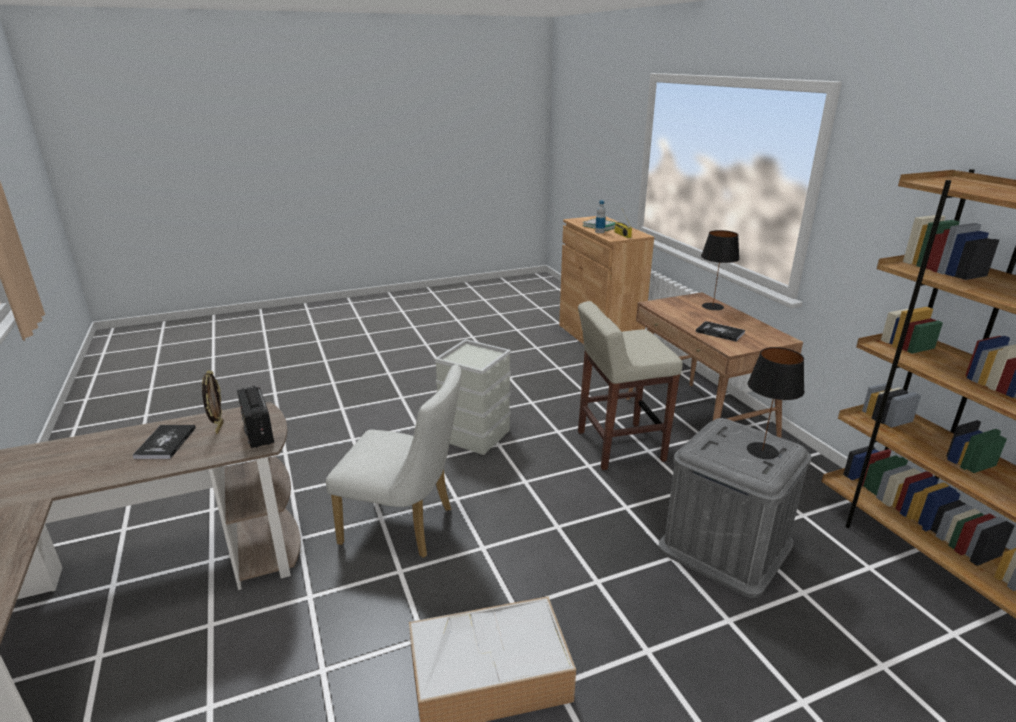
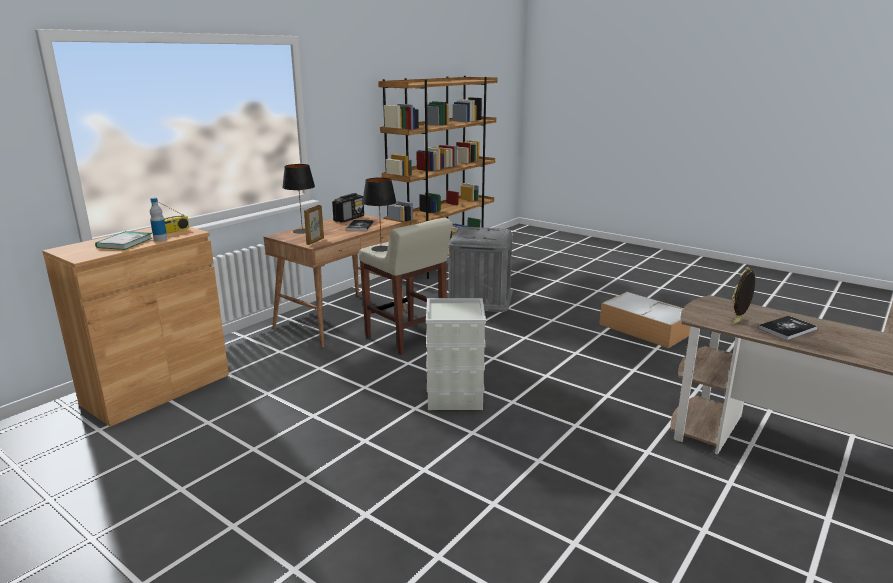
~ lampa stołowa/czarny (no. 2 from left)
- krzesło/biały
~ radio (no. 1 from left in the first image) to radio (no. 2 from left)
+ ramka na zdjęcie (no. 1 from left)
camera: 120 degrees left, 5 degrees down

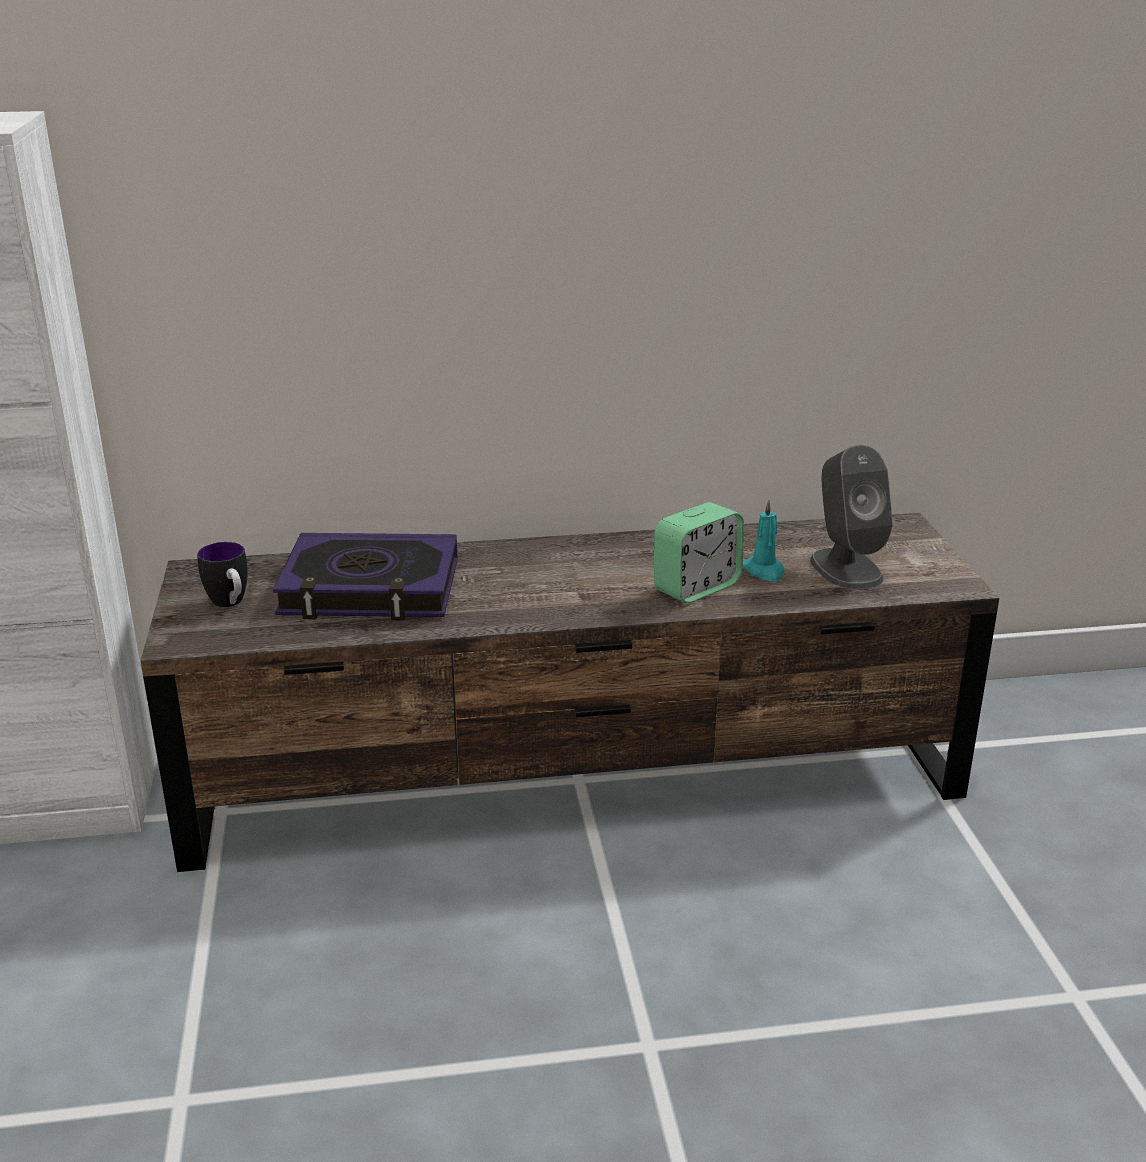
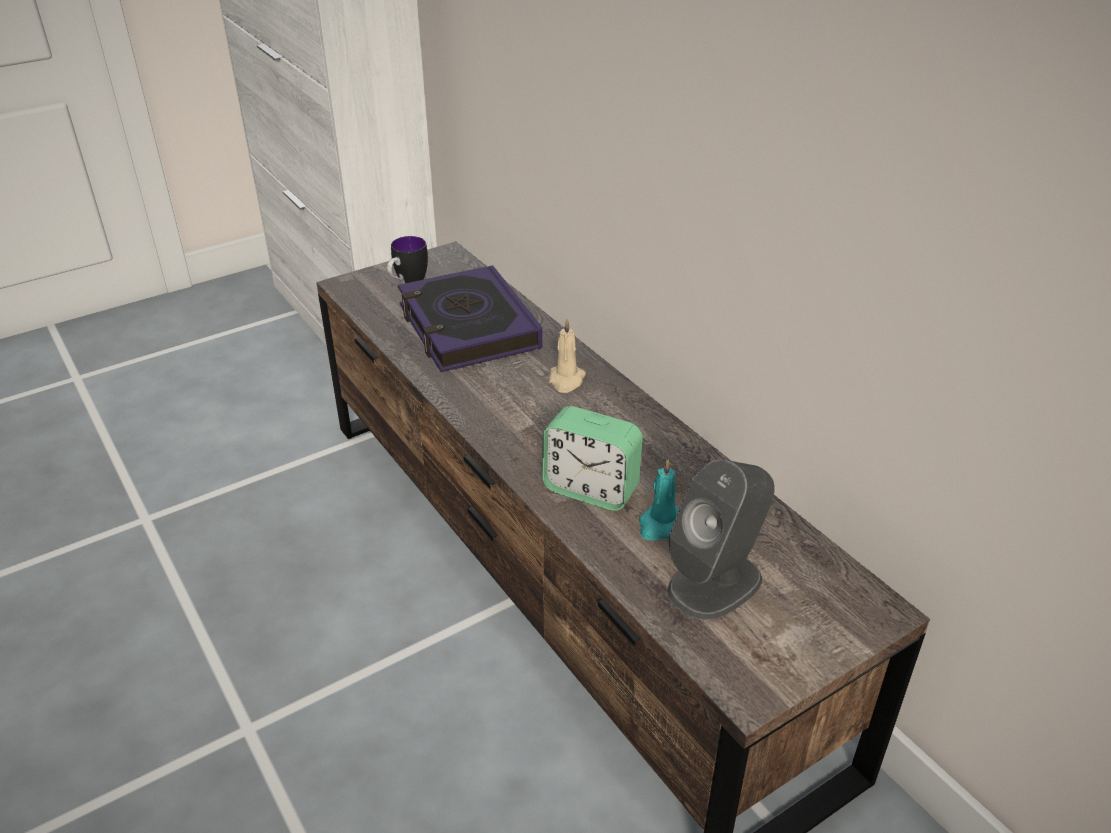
+ świeca/beżowy
camera: 65 degrees right, 10 degrees up

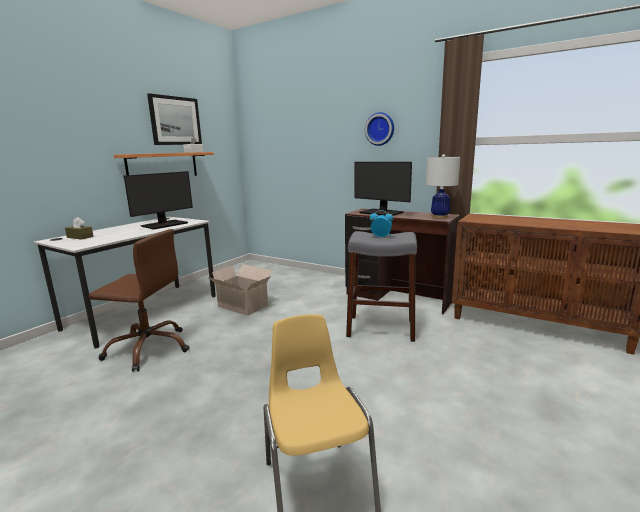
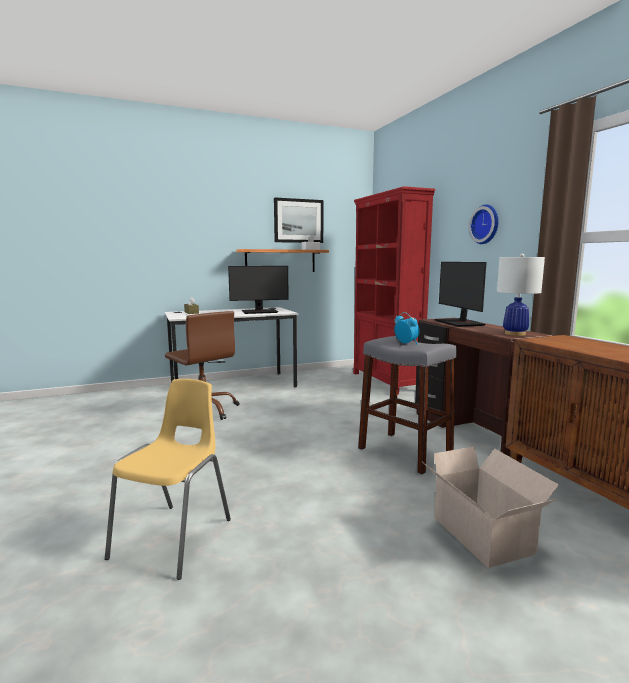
~ karton
+ regał/czerwony
camera: 35 degrees right, 5 degrees down

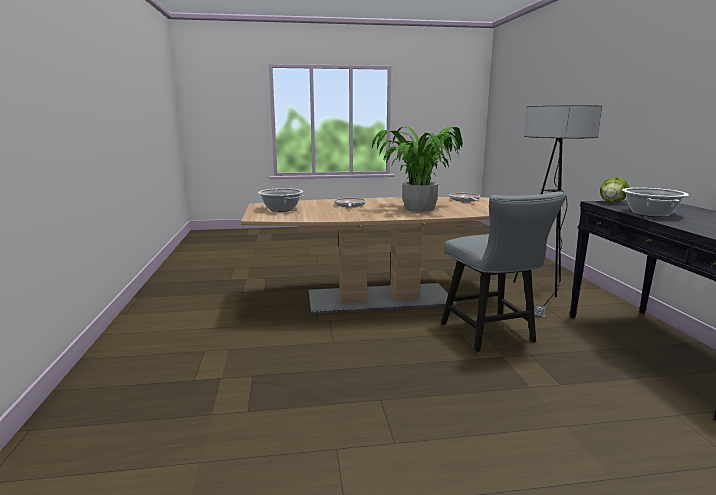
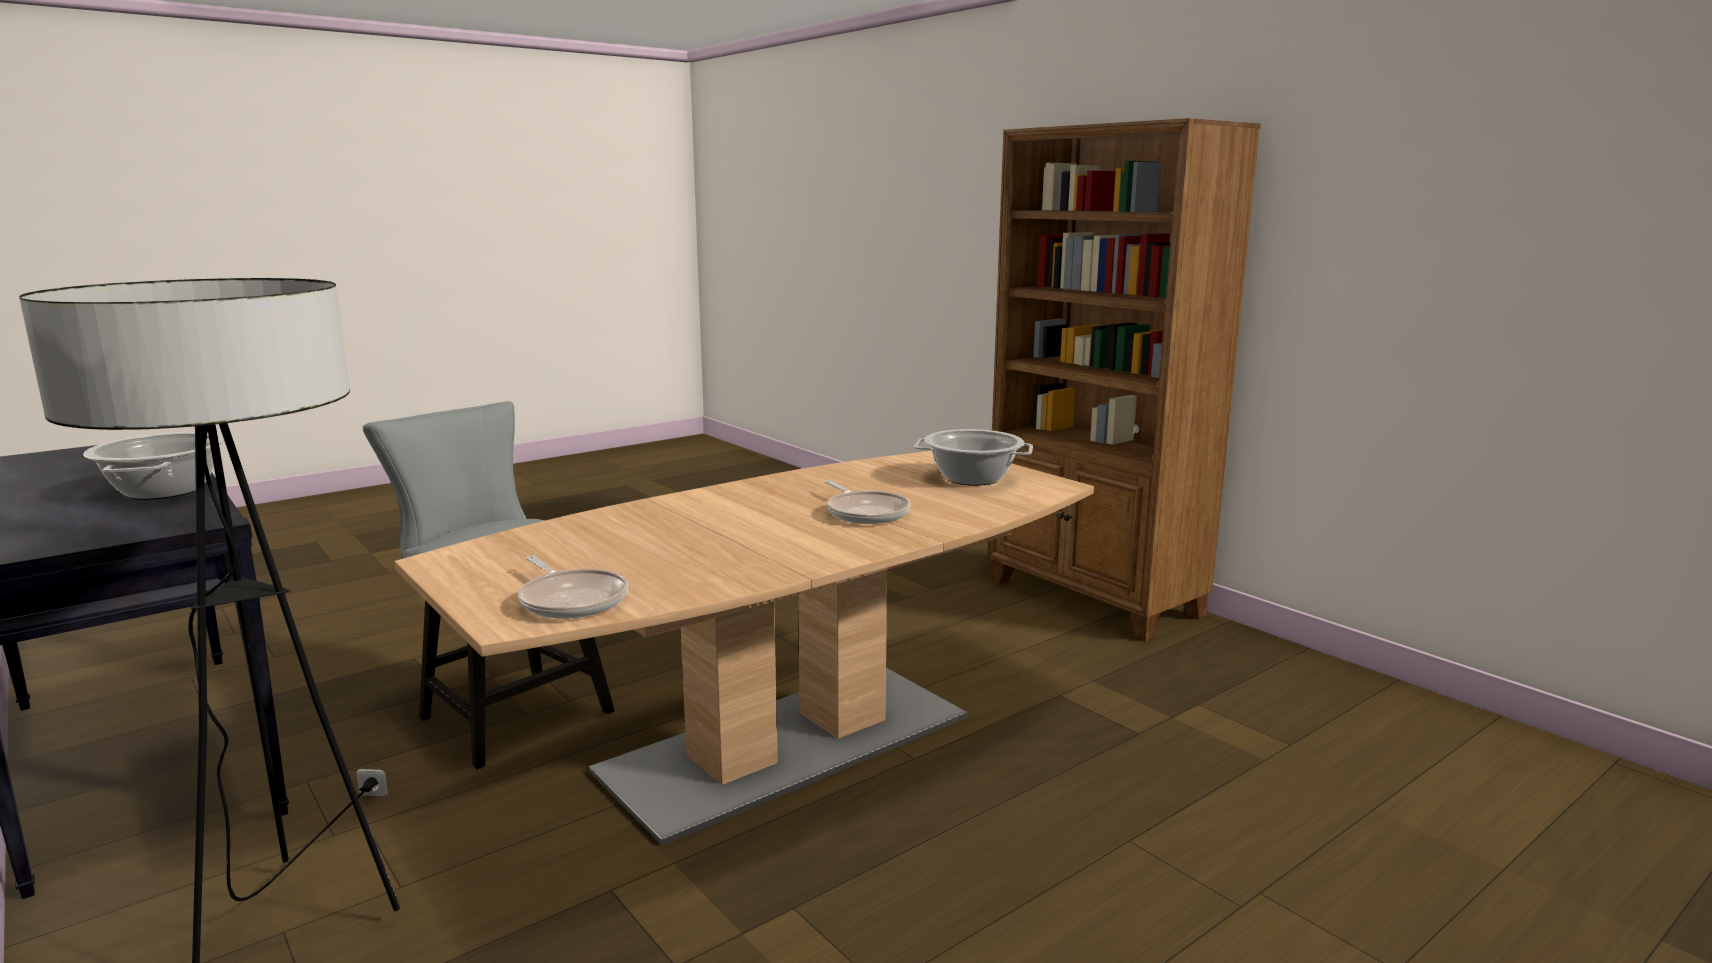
- roślina doniczkowa
- sałata
+ regał/brązowy
camera: 150 degrees right, 0 degrees up

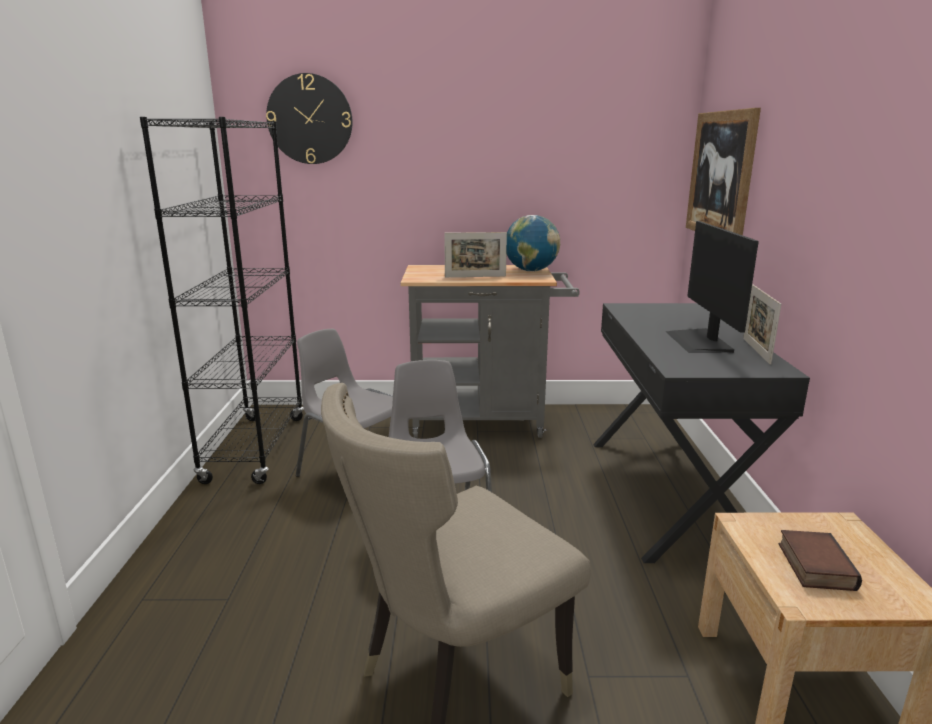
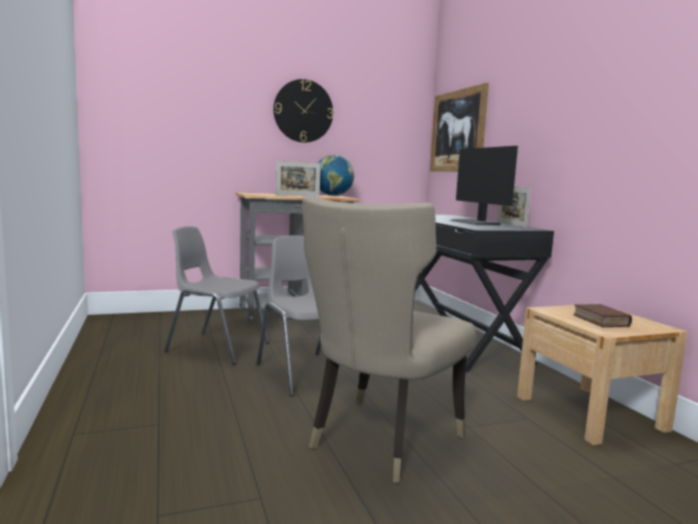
~ zegar ścienny
- regał/czarny
camera: 20 degrees left, 10 degrees down

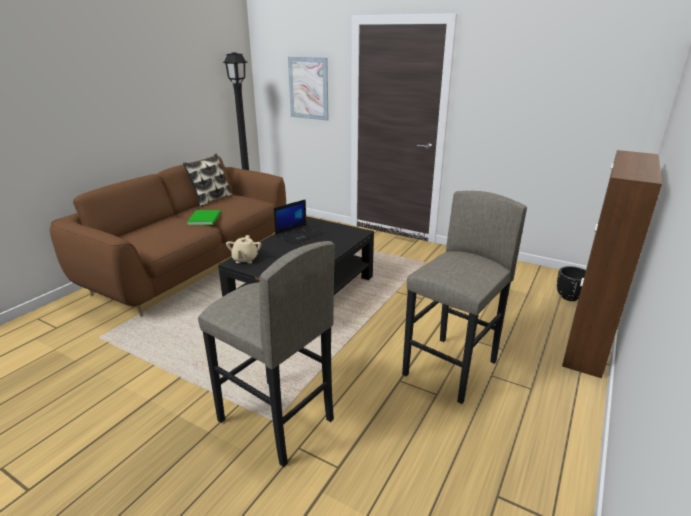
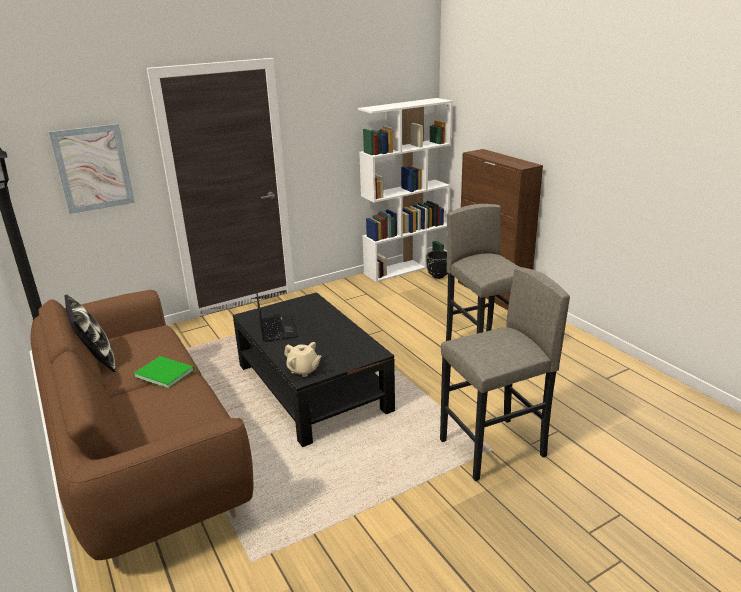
+ regał/biały
camera: 60 degrees left, 0 degrees up

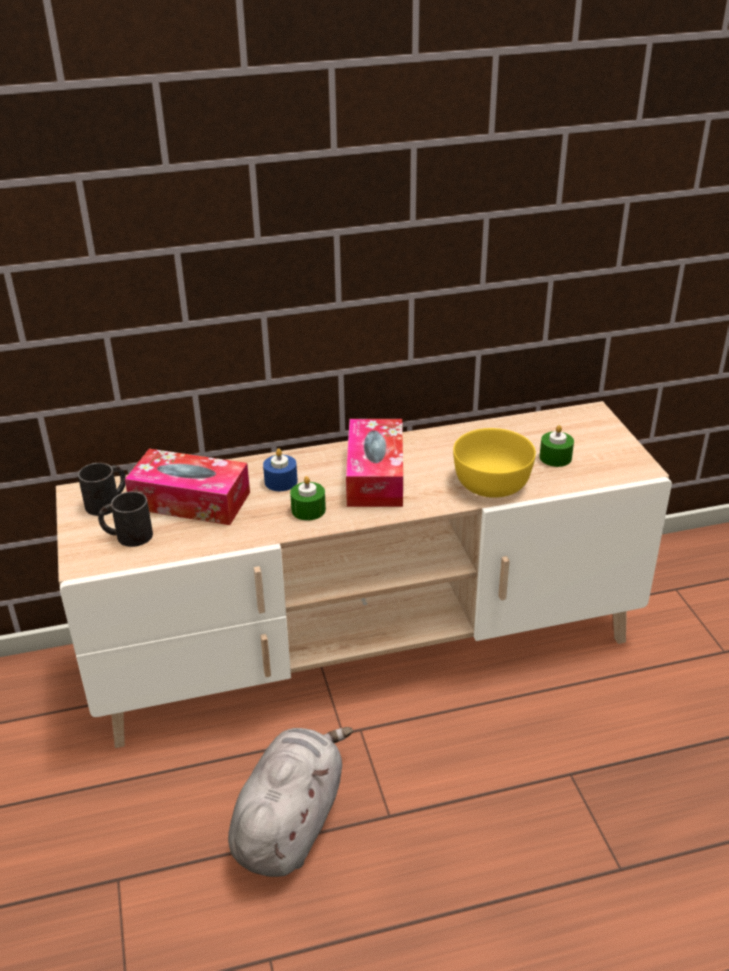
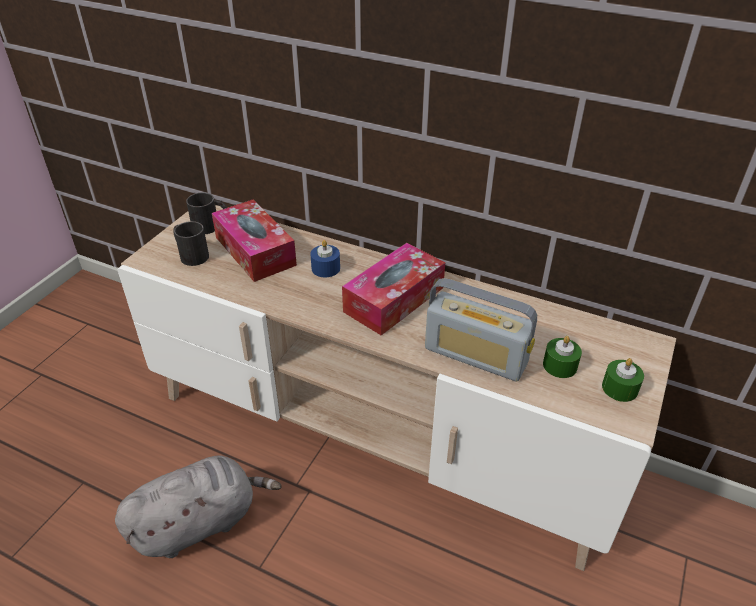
~ miska/żółty to radio
~ świeca/zielony (no. 1 from left in the first image) to świeca/zielony (no. 2 from left)
camera: 40 degrees right, 5 degrees up

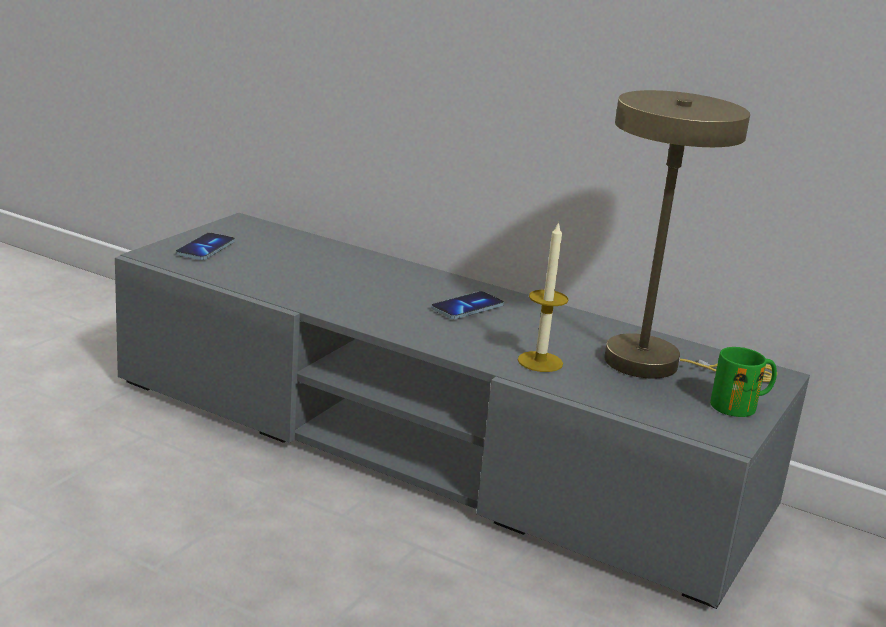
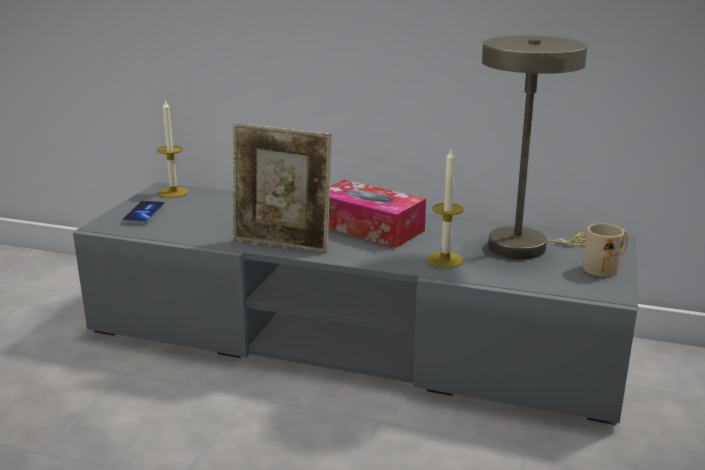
~ telefon (no. 2 from left) to pudełko chusteczek
~ kubek/zielony to kubek/beżowy
+ świeca (no. 1 from left)
+ ramka na zdjęcie
camera: 10 degrees left, 0 degrees up

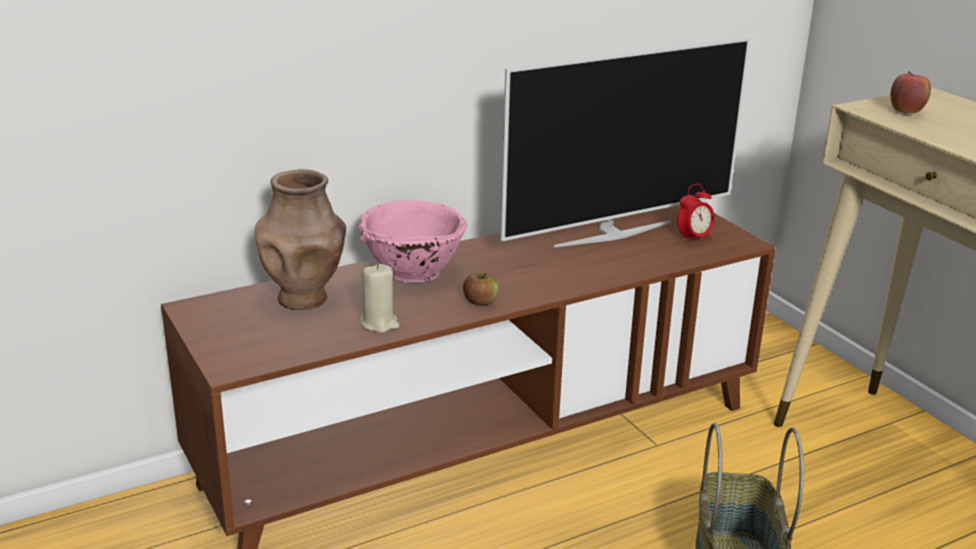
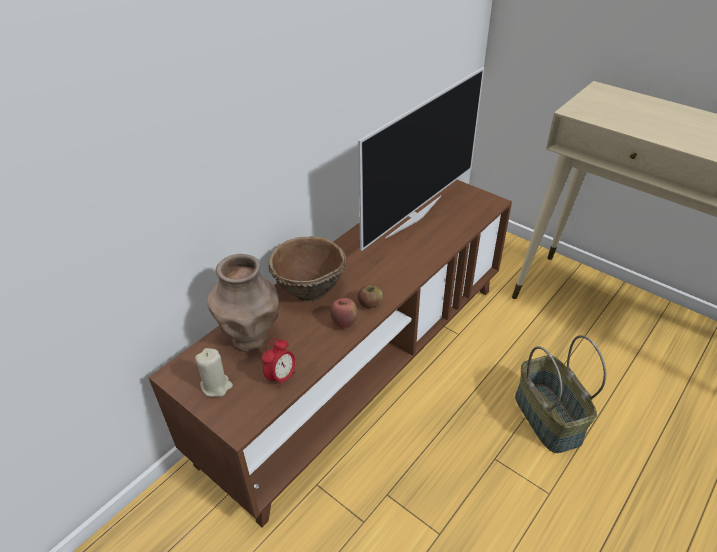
~ jabłko (no. 2 from left in the first image) to jabłko (no. 1 from left)
~ budzik
~ miska/różowy to miska/brązowy
~ świeca/beżowy
camera: 20 degrees left, 15 degrees up

